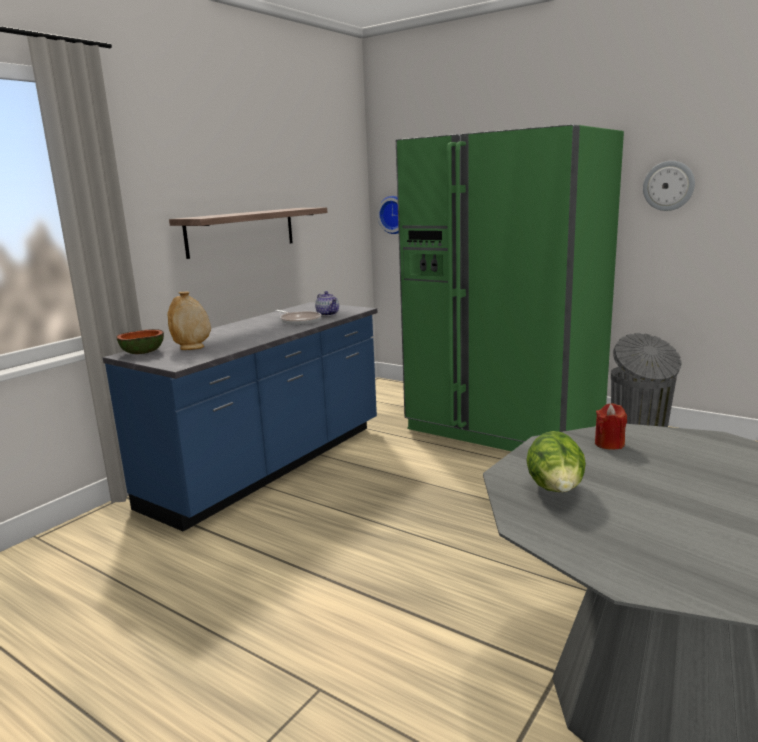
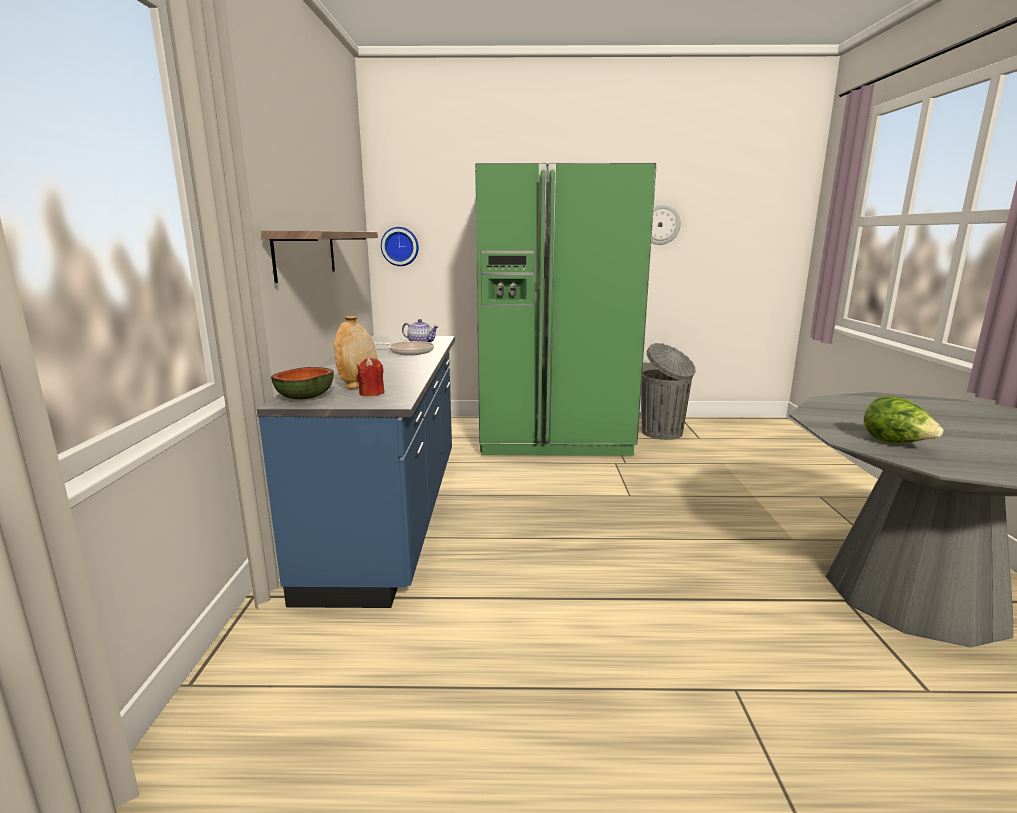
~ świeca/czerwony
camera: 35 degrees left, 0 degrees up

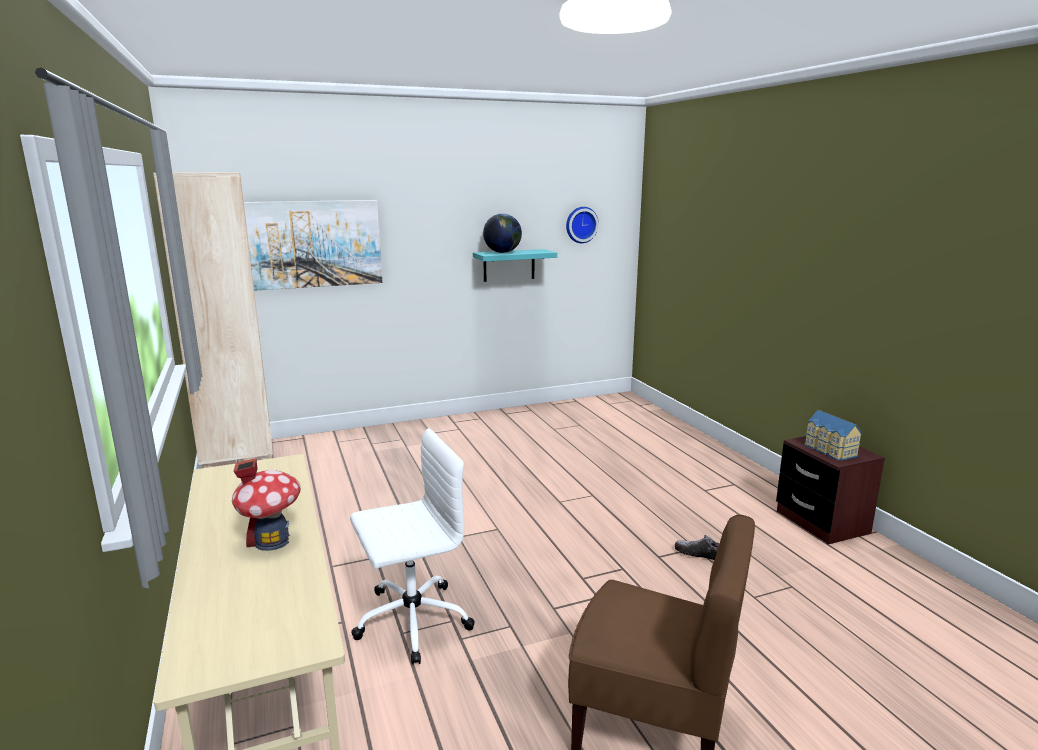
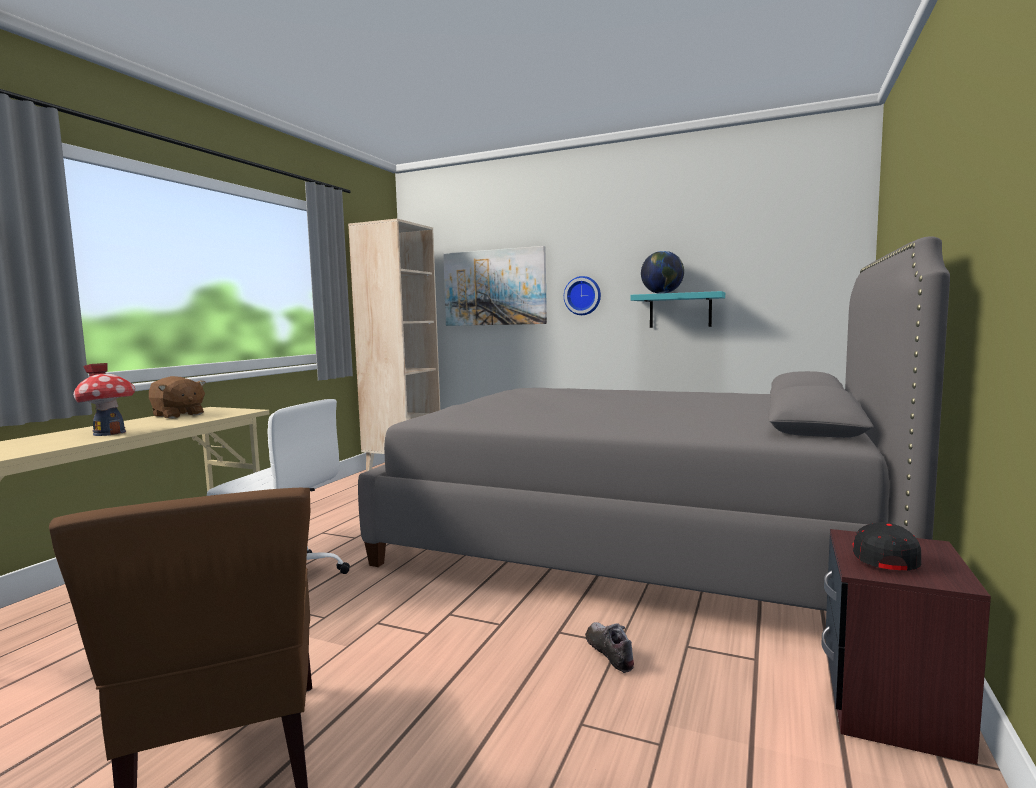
~ zegar ścienny
~ domek (no. 2 from left) to czapka z daszkiem/czarny
+ łóżko/szary
+ pluszak/brązowy
camera: 45 degrees right, 10 degrees down

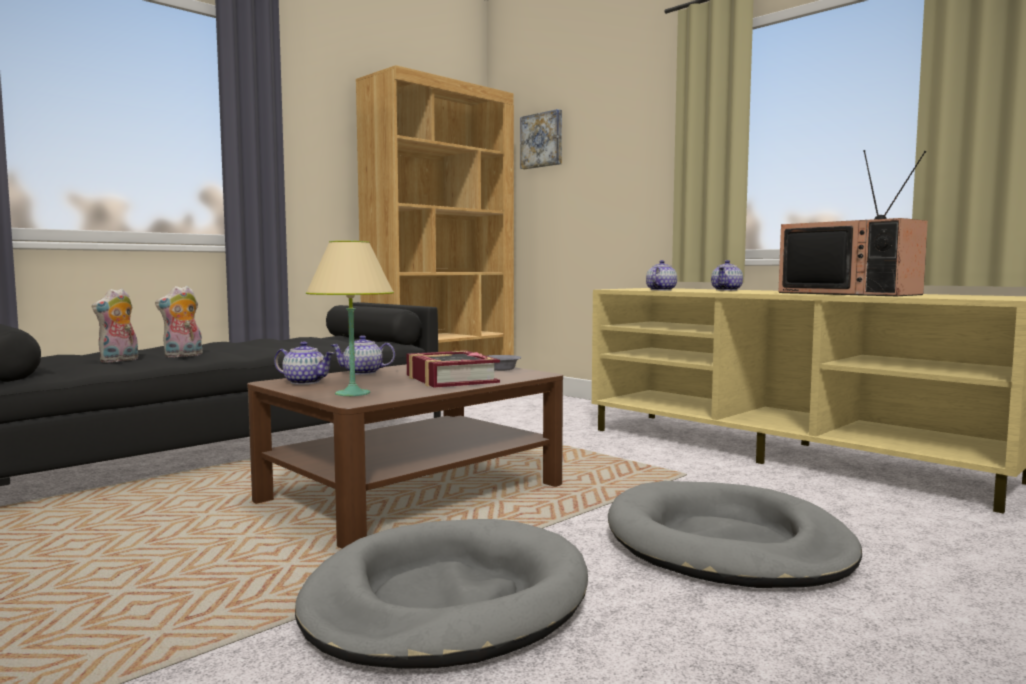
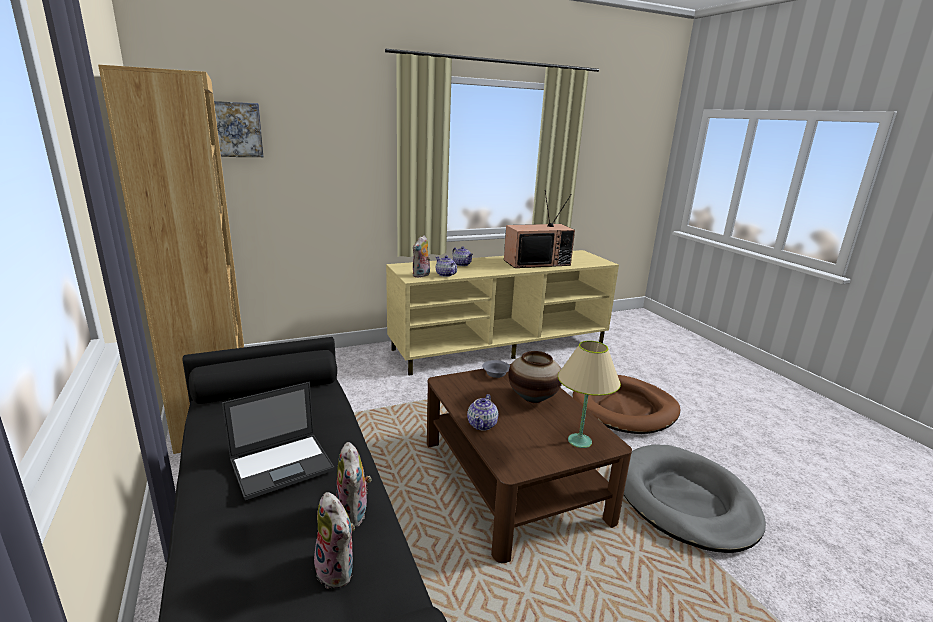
- imbryk (no. 1 from left)
~ książka to wazon
~ legowisko/szary (no. 2 from left) to legowisko/brązowy
+ pluszak (no. 3 from left)
+ laptop
camera: 70 degrees left, 15 degrees up

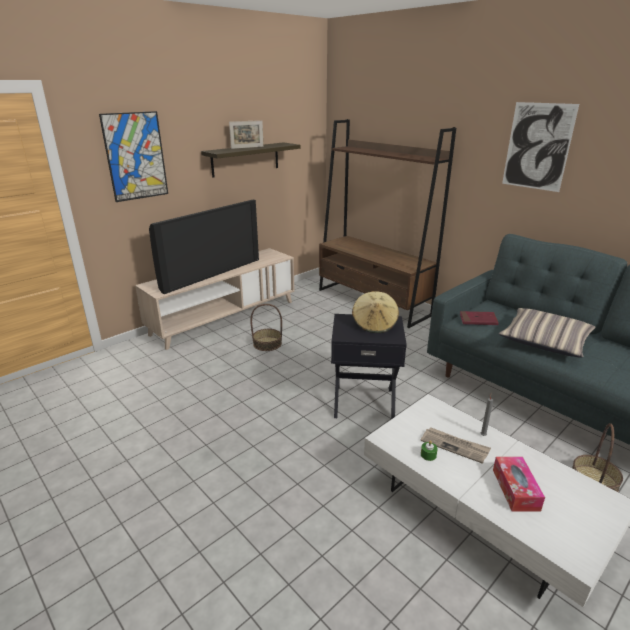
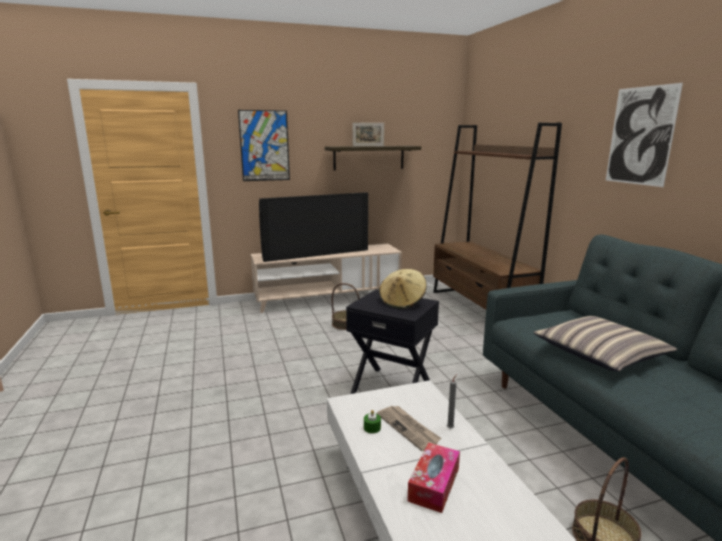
- książka/czerwony
camera: 25 degrees right, 10 degrees down

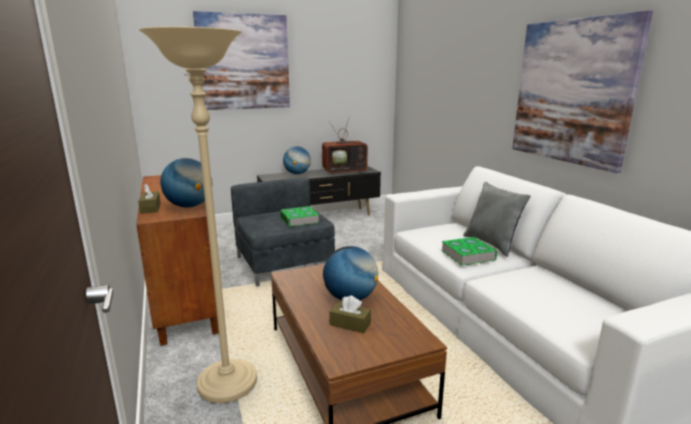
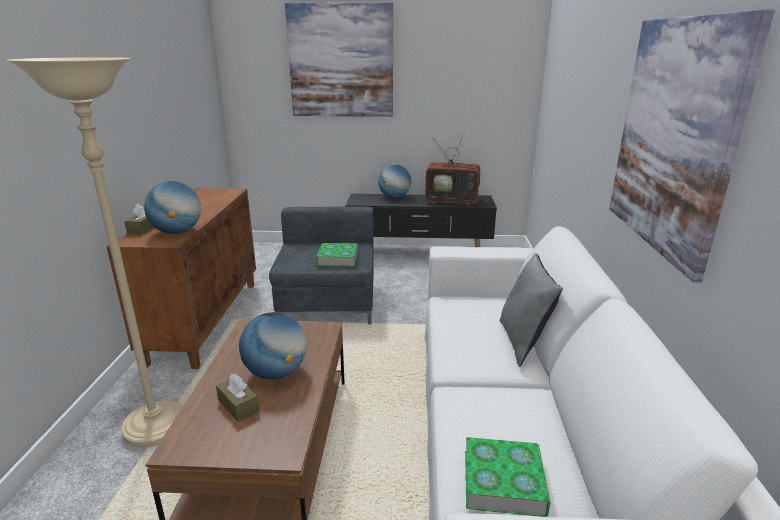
~ książka (no. 2 from left)
camera: 25 degrees right, 5 degrees up

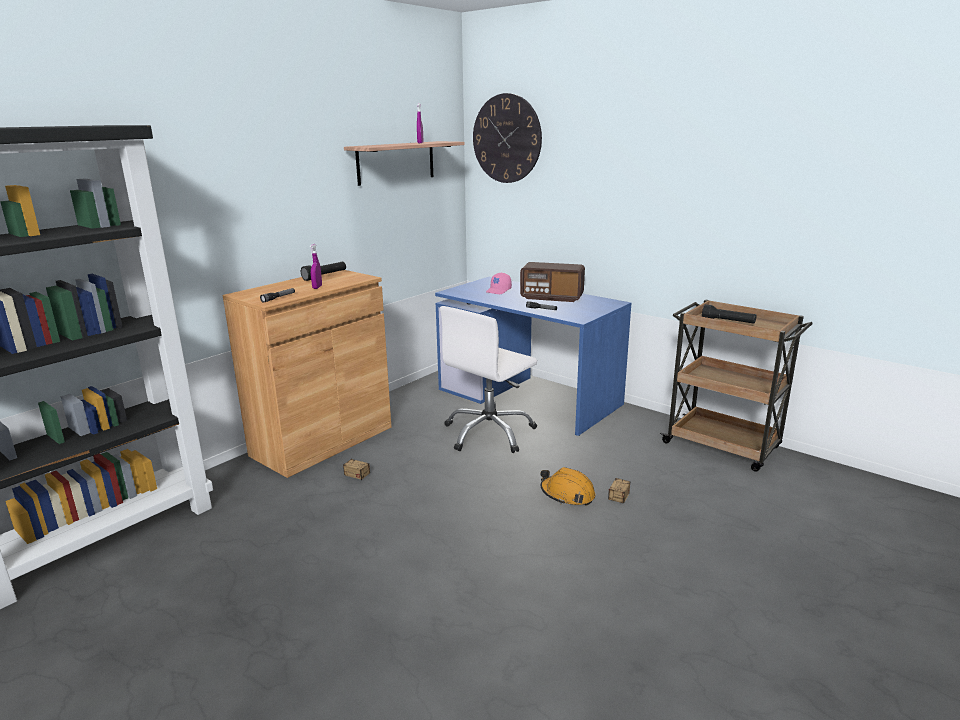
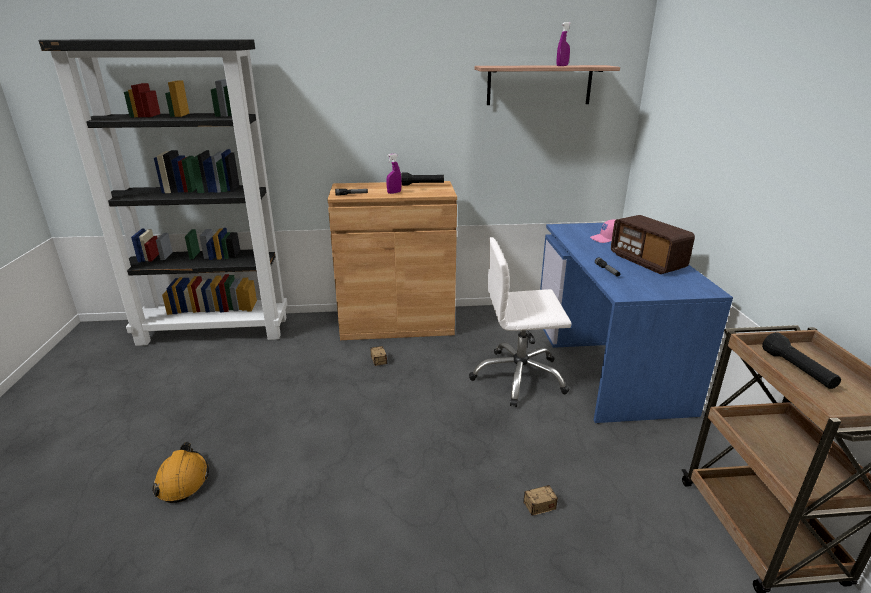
- zegar ścienny
~ kask/pomarańczowy
camera: 45 degrees right, 5 degrees up

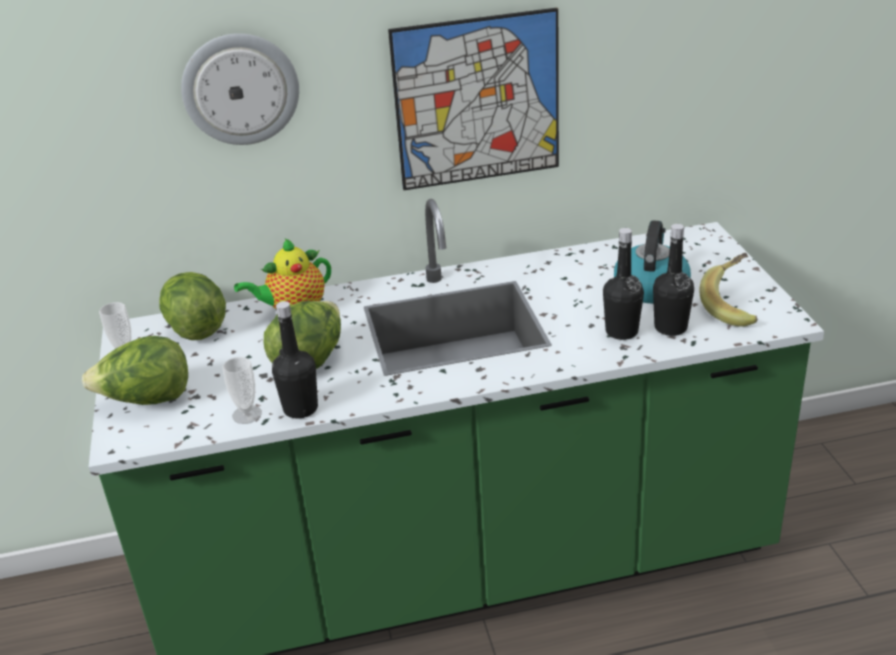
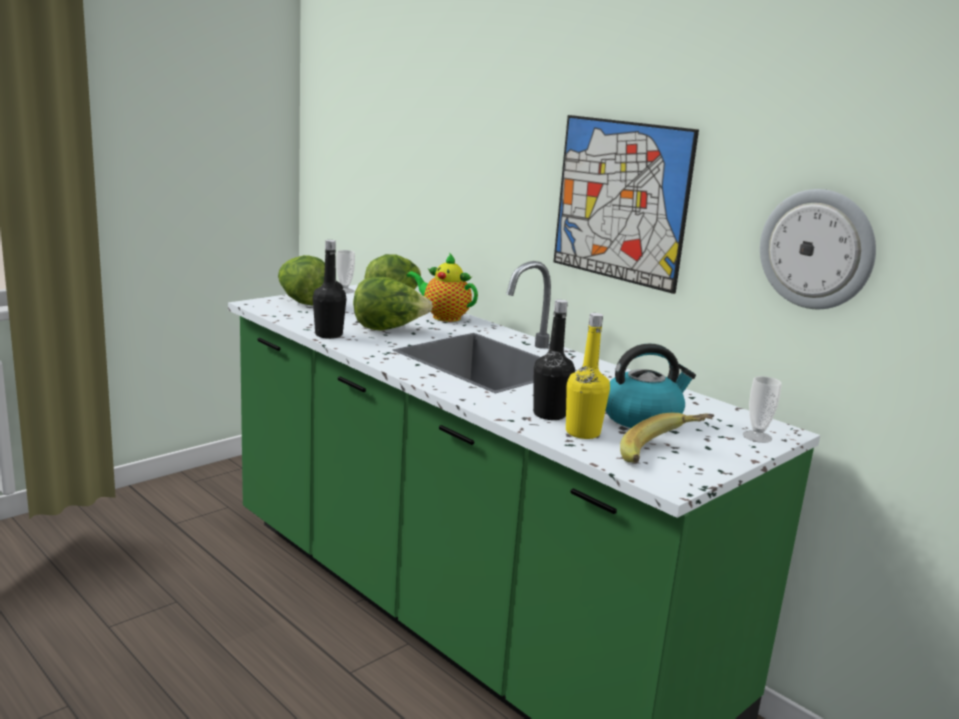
~ zegar ścienny
~ butelka/czarny (no. 3 from left) to butelka/żółty
~ filiżanka (no. 2 from left)
camera: 55 degrees right, 15 degrees down

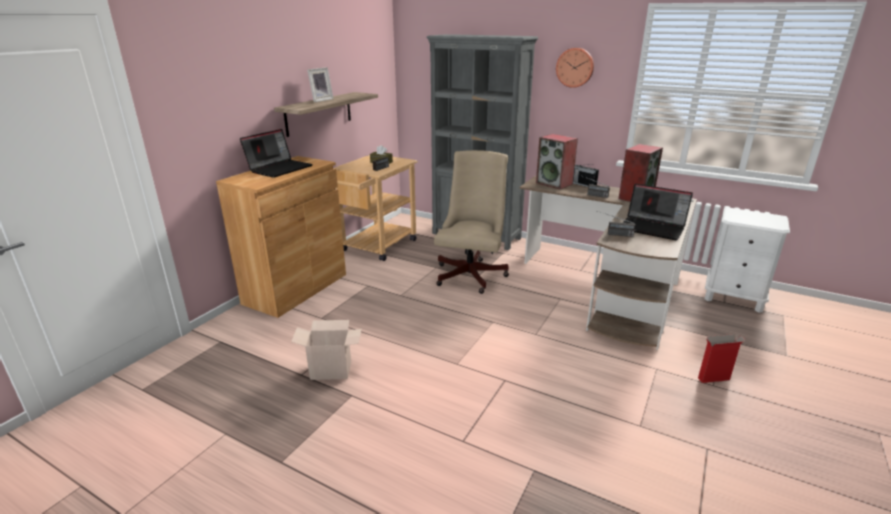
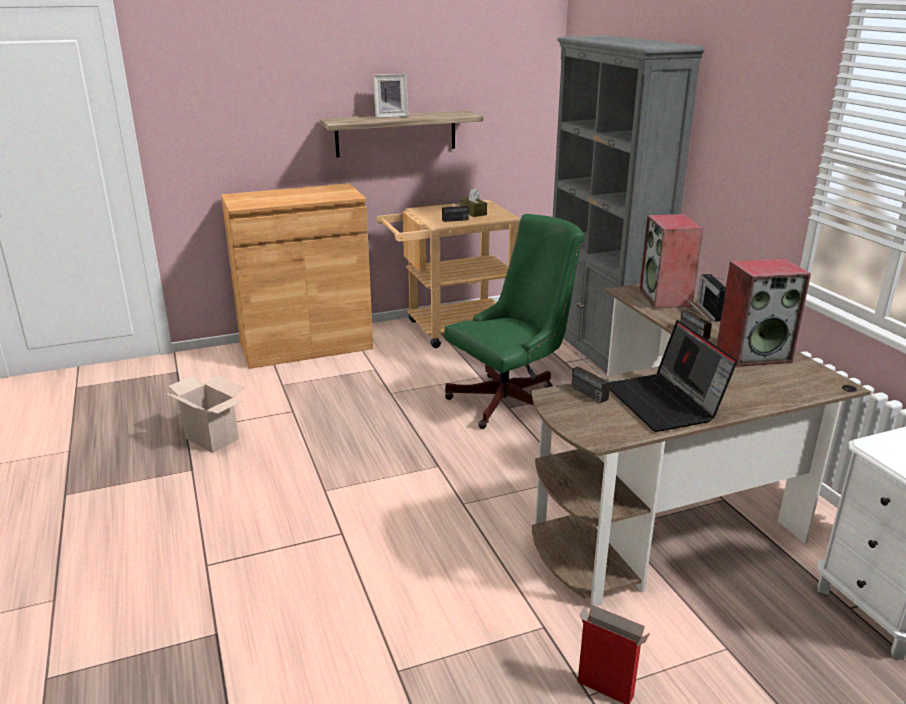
- zegar ścienny
- laptop (no. 1 from left)
~ krzesło biurowe/beżowy to krzesło biurowe/zielony
camera: 40 degrees right, 0 degrees up

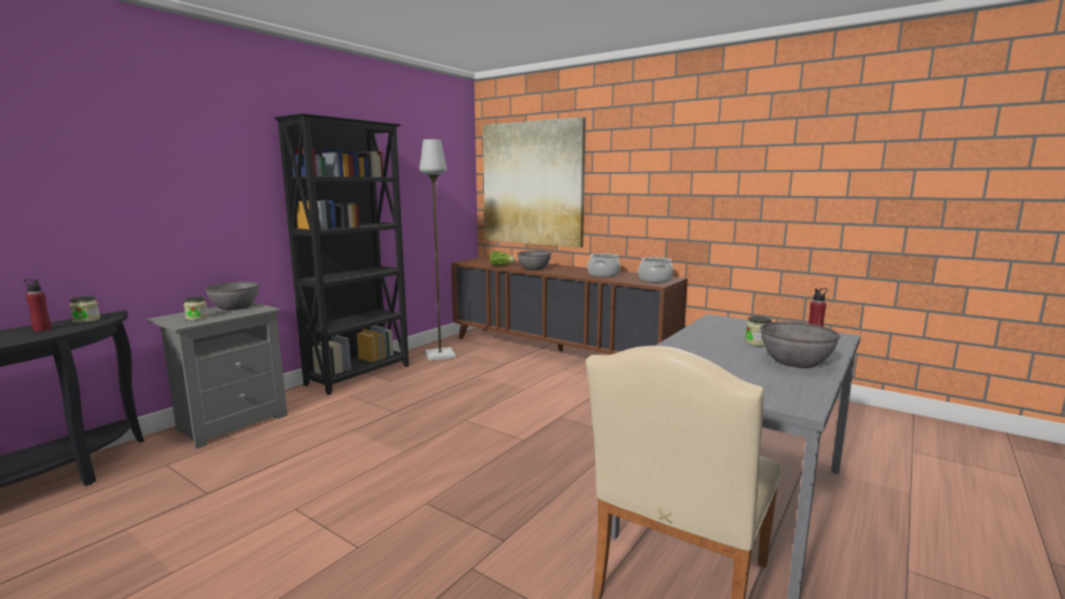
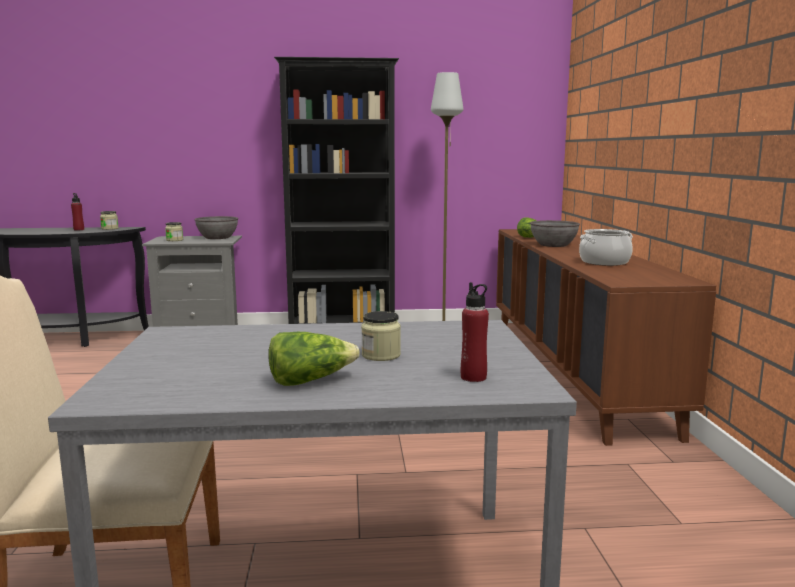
- obraz
- garnek (no. 2 from left)
~ miska/szary (no. 3 from left) to sałata (no. 1 from left)
camera: 50 degrees right, 0 degrees up

